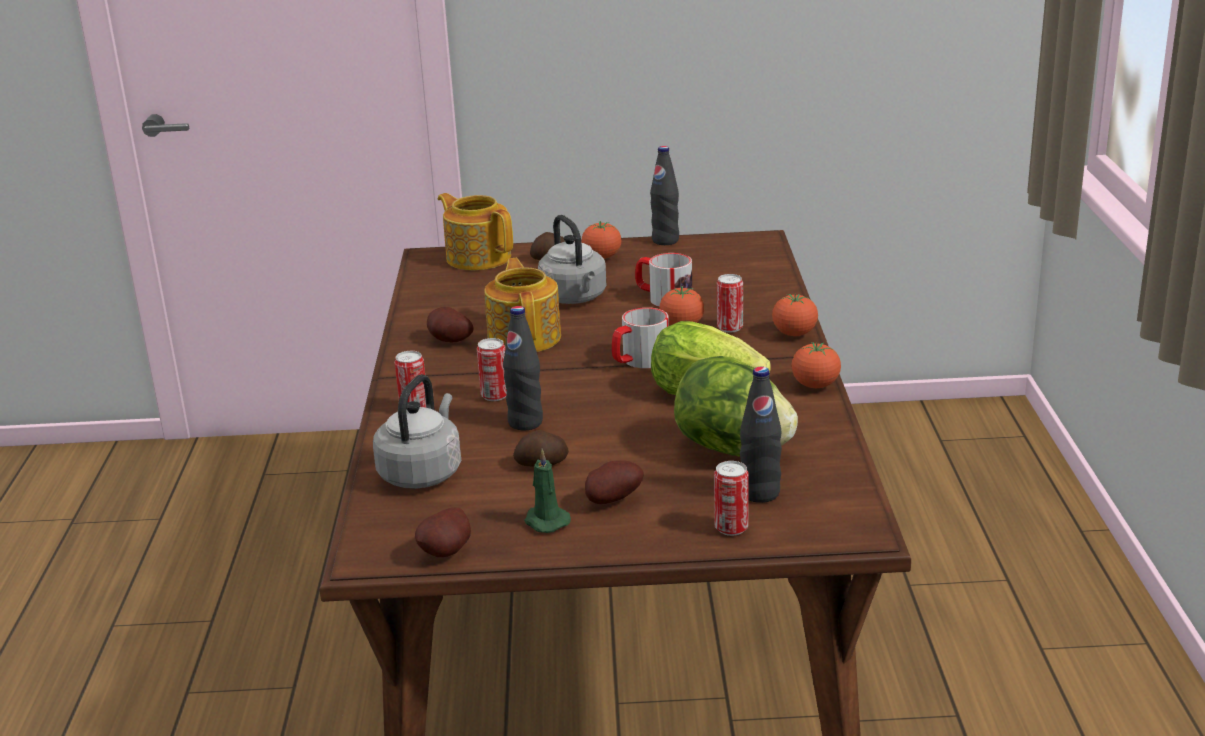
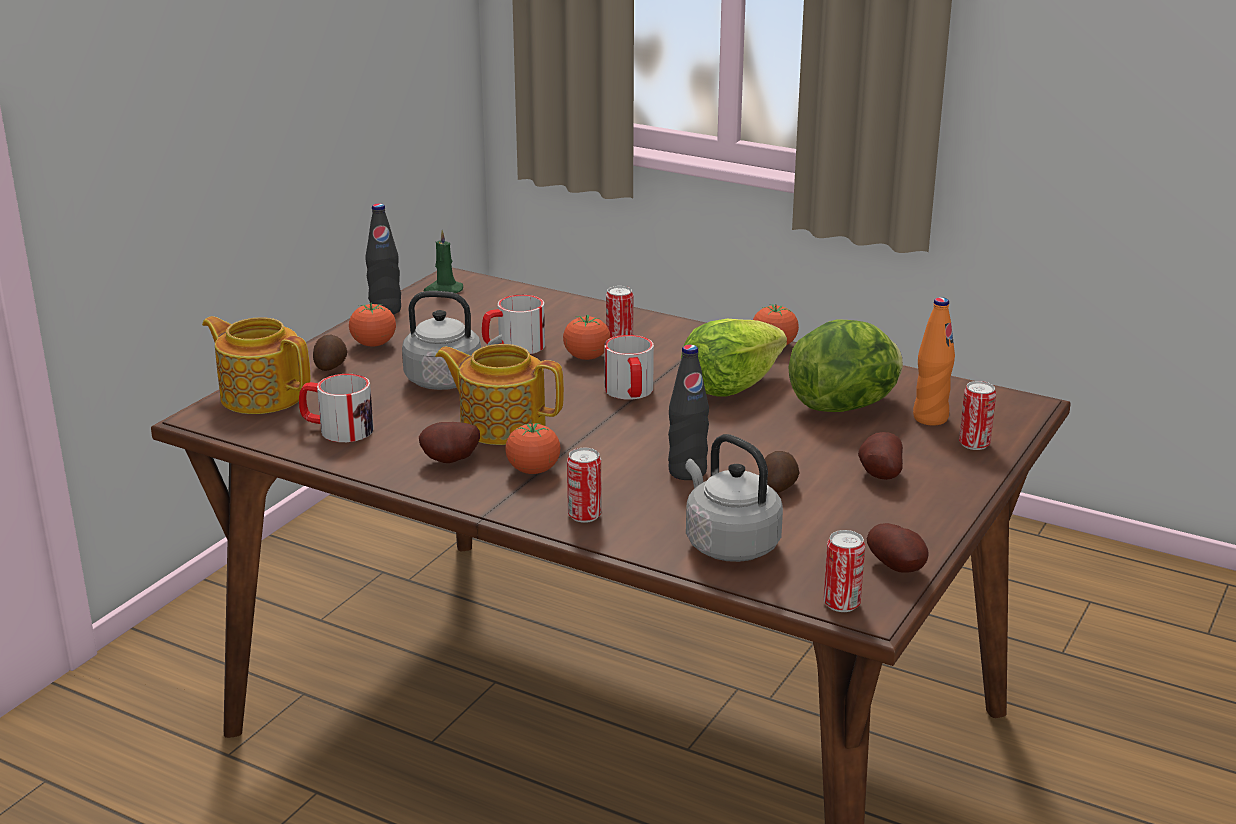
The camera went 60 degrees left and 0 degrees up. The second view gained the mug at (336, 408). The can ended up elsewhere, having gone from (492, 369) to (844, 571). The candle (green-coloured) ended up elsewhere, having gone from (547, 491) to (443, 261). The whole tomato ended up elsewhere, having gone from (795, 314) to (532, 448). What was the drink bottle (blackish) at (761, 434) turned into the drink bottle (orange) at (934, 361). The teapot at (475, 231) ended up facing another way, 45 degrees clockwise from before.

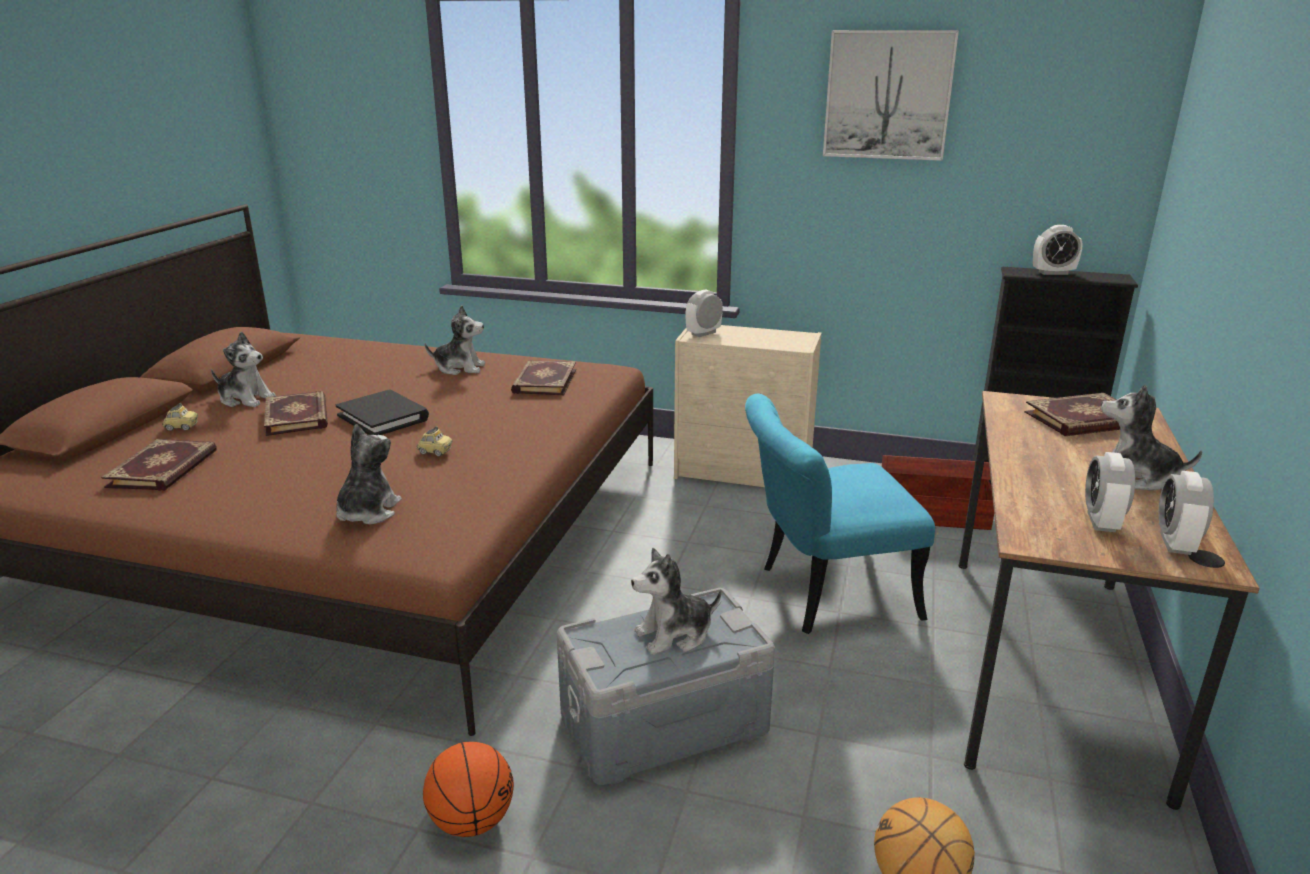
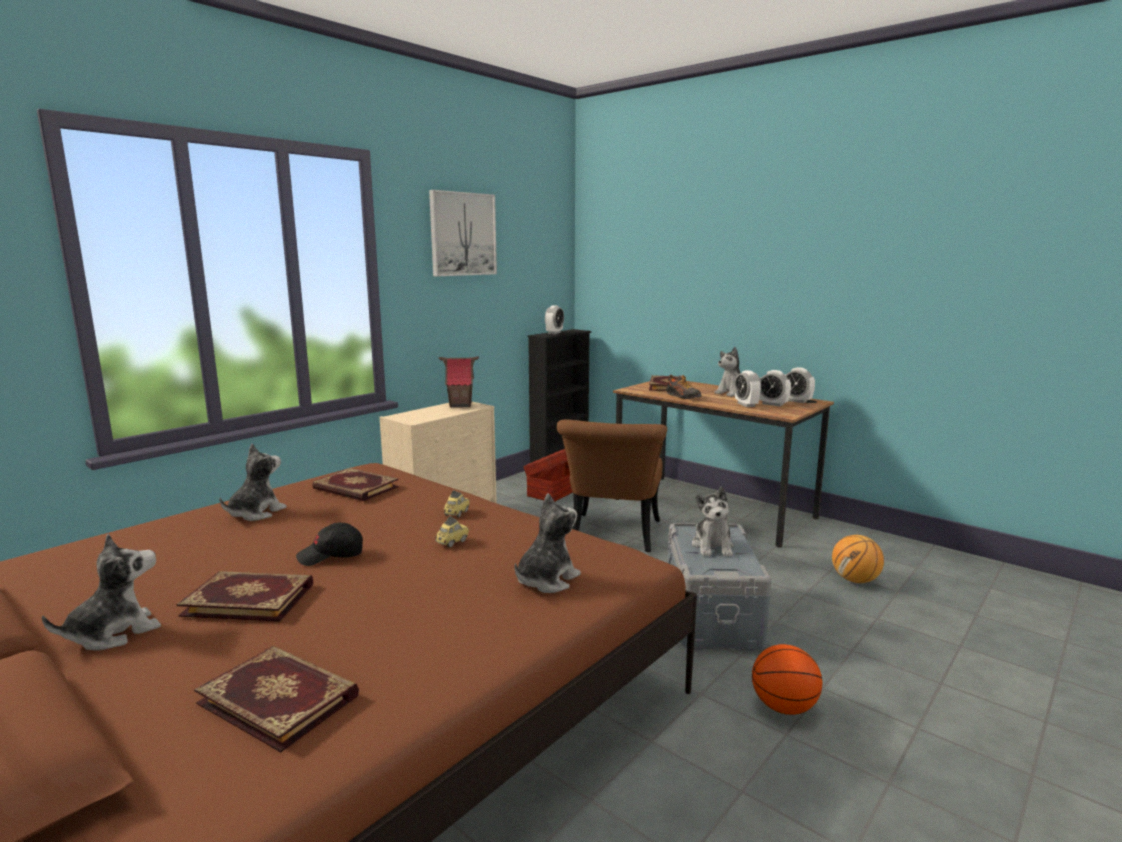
The camera went 65 degrees left and 10 degrees down. The second view gained the miniature house at (459, 382). The second view gained the shoe at (684, 387). The miniature car ended up elsewhere, having gone from (180, 417) to (457, 504). The table clock ended up elsewhere, having gone from (704, 313) to (747, 388). Where the bound book (blackish) stood at (382, 412), the cap (blackish) came to stand at (329, 544). What was the plain chair (turquoise-coloured) at (840, 514) turned into the plain chair (brown-coloured) at (612, 485). The cuddly toy at (369, 474) ended up facing another way, 90 degrees clockwise from before.

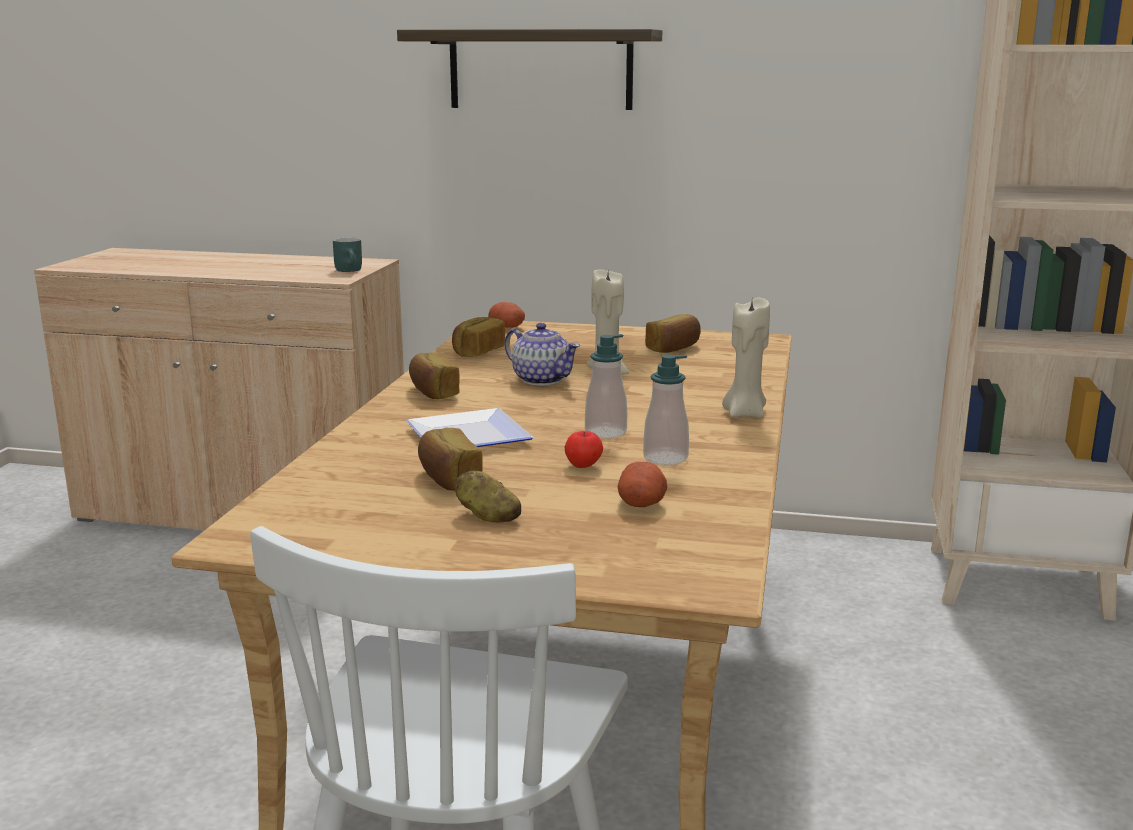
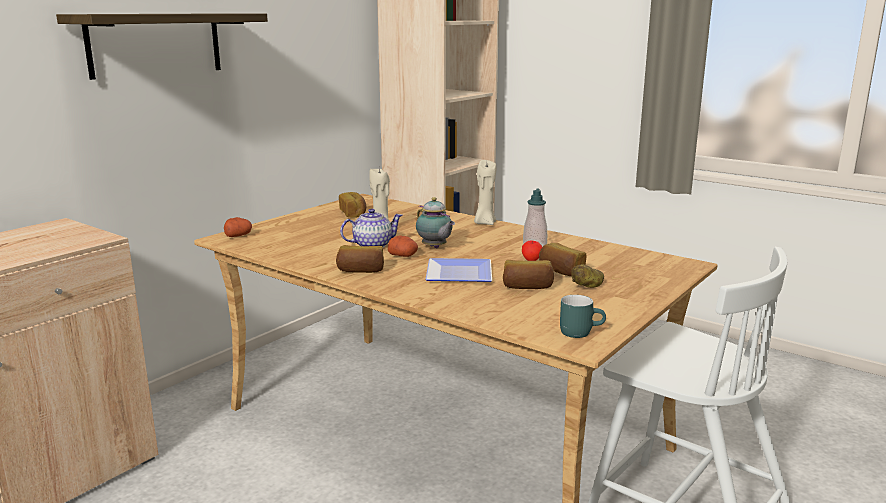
The camera went 65 degrees left and 0 degrees up. The second view lost the soap bottle at (606, 386). The second view gained the teapot at (435, 222). The mug (turquoise-coloured) ended up elsewhere, having gone from (347, 254) to (583, 316). The baked bread ended up elsewhere, having gone from (478, 337) to (563, 259). The whole potato ended up elsewhere, having gone from (642, 484) to (403, 246).

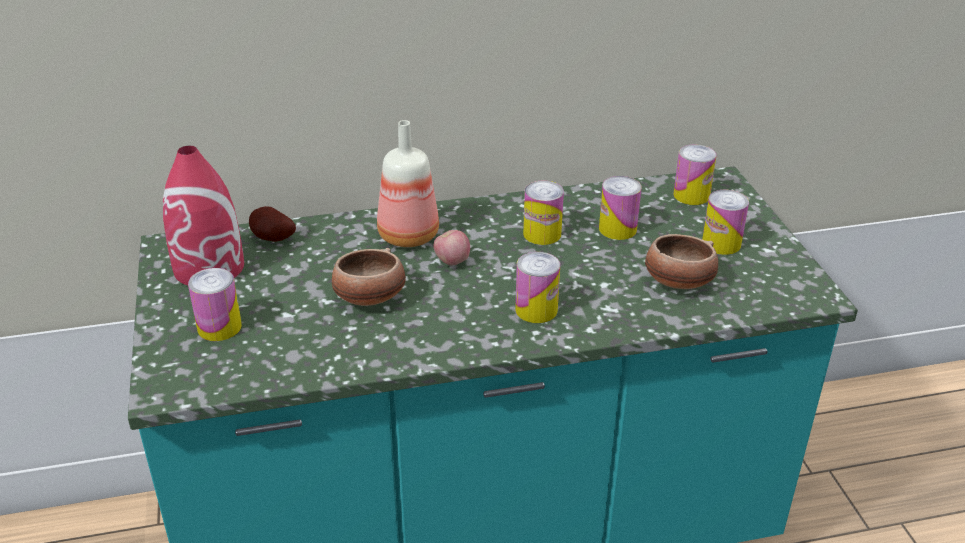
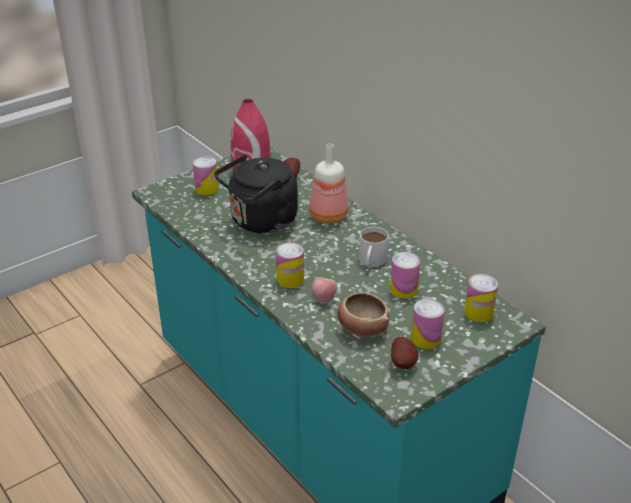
The camera went 65 degrees right and 0 degrees up. The second view gained the whole potato at (405, 353). The whole apple ended up elsewhere, having gone from (451, 247) to (324, 290). Where the deep dish stood at (369, 277), the tea kettle (blackish) came to stand at (256, 193). Where the can stood at (543, 213), the mug (white-coloured) came to stand at (374, 247).

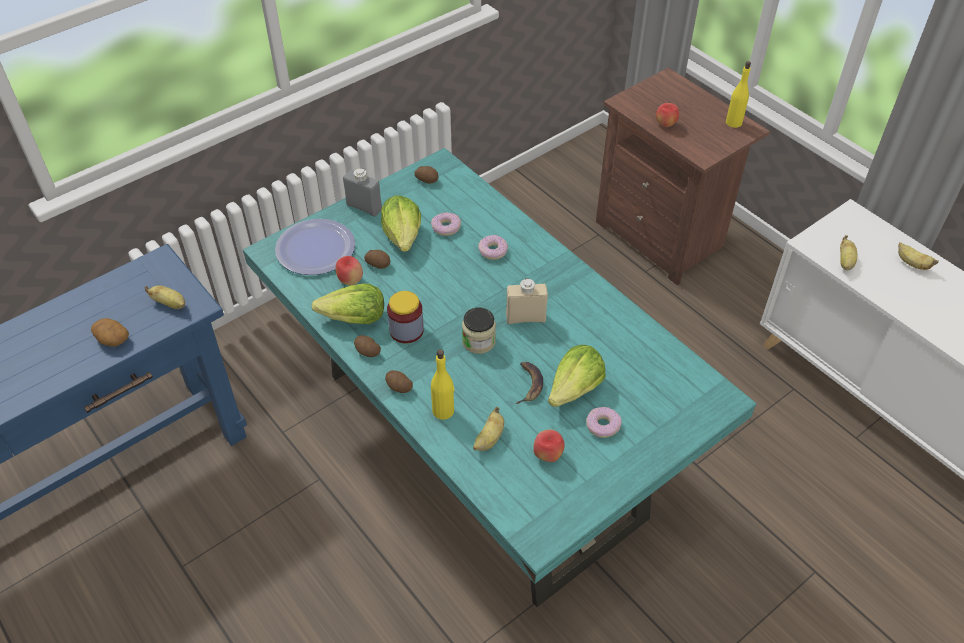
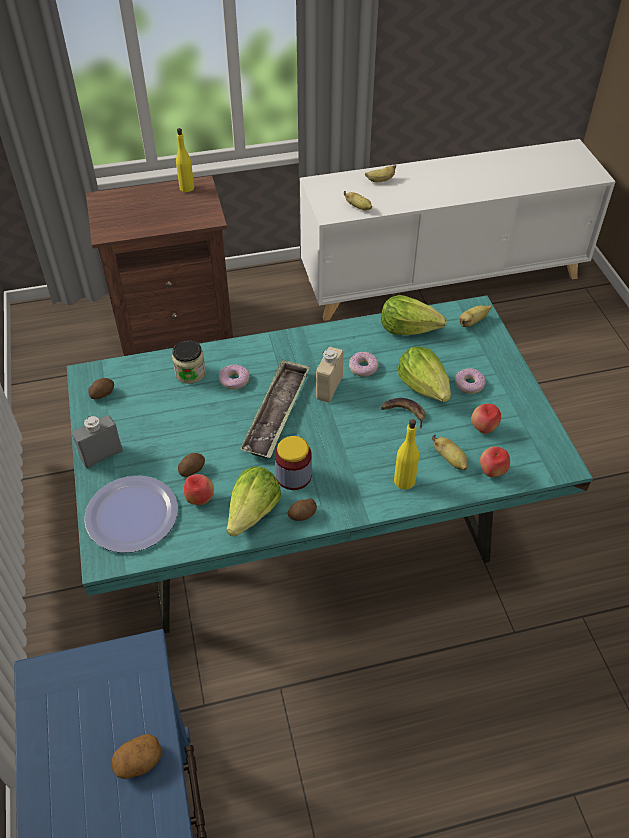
The camera went 65 degrees left and 0 degrees up. The second view lost the whole potato at (399, 381). The second view gained the tray at (275, 409). The whole banana ended up elsewhere, having gone from (165, 297) to (475, 316). The head of lettuce ended up elsewhere, having gone from (401, 223) to (414, 315). The doughnut ended up elsewhere, having gone from (446, 224) to (364, 364). The storage jar ended up elsewhere, having gone from (479, 330) to (189, 362). The whole apple ended up elsewhere, having gone from (667, 115) to (495, 461).

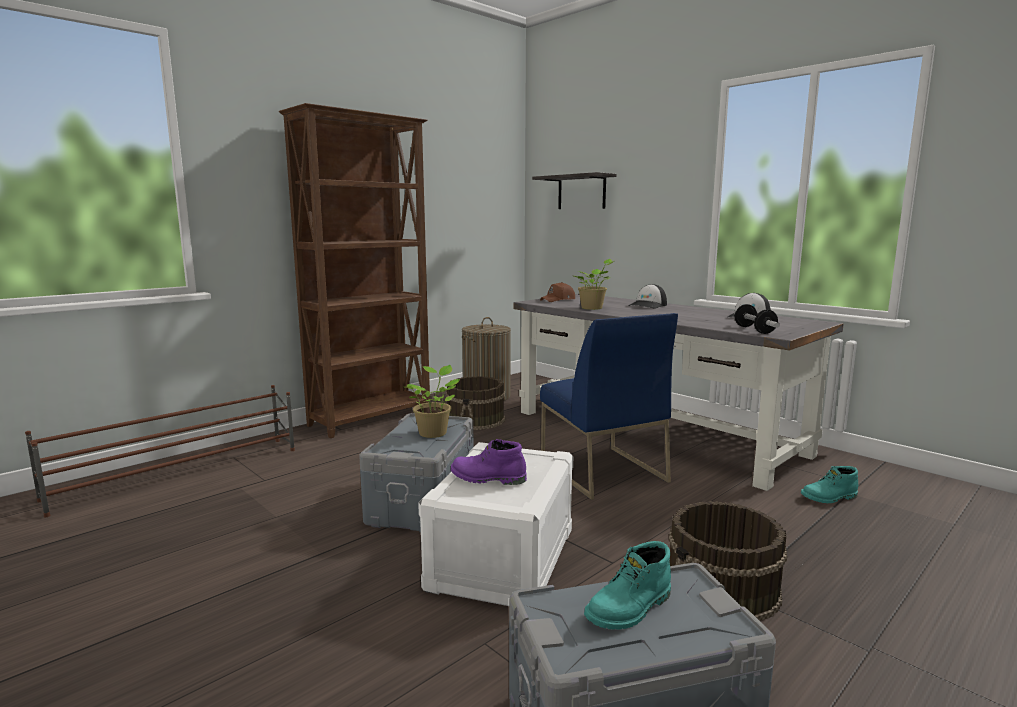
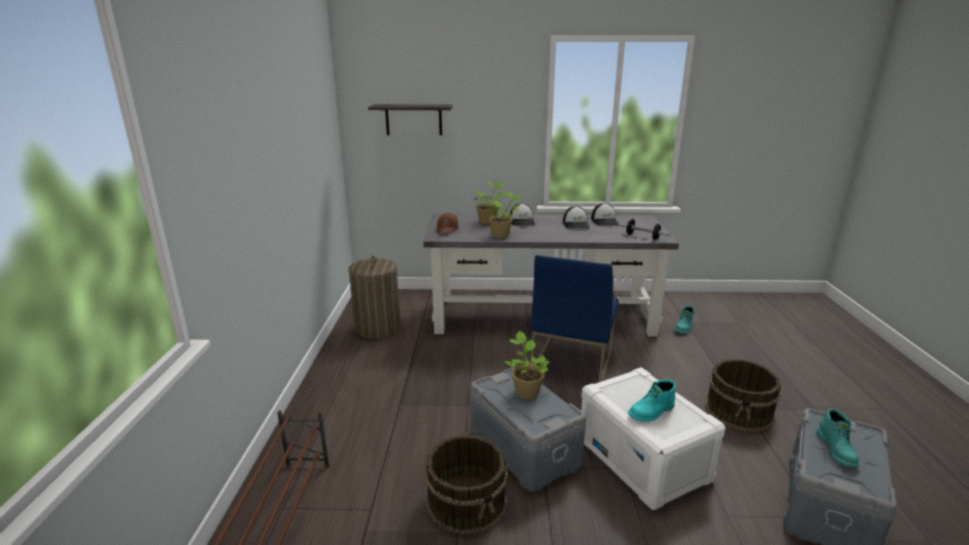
The camera went 45 degrees left and 10 degrees up. The second view lost the bookcase (brown-coloured) at (354, 270). The second view gained the plant in a pot at (489, 202). The second view gained the cap at (576, 217). The water bucket (brown-coloured) ended up elsewhere, having gone from (475, 403) to (466, 485). What was the high-top boot (purple-coloured) at (489, 462) turned into the high-top boot (turquoise-coloured) at (652, 400). The plain chair (blue-coloured) at (609, 406) ended up facing another way, 90 degrees clockwise from before.

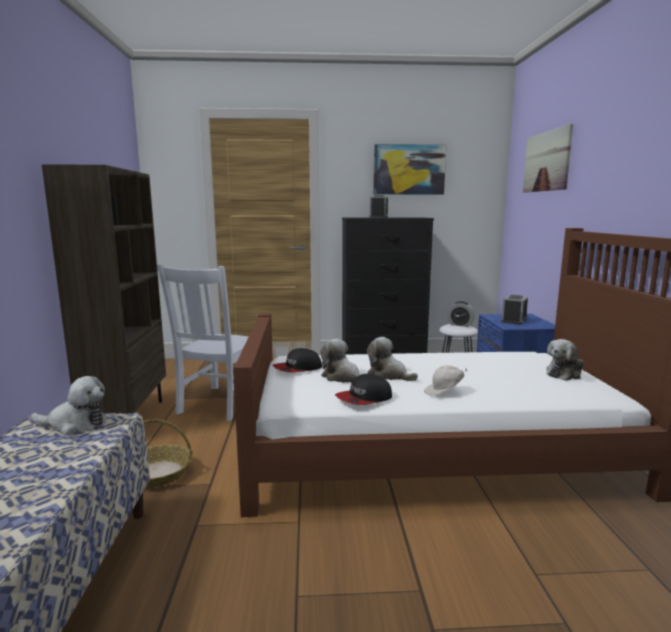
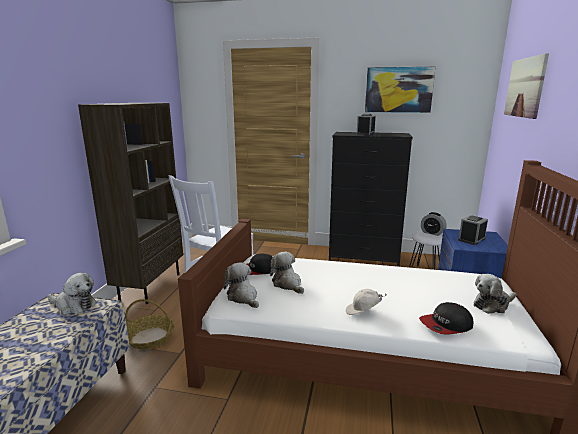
The camera went 15 degrees right and 5 degrees up. The cap ended up elsewhere, having gone from (363, 389) to (446, 318). The cuddly toy ended up elsewhere, having gone from (392, 359) to (241, 285).

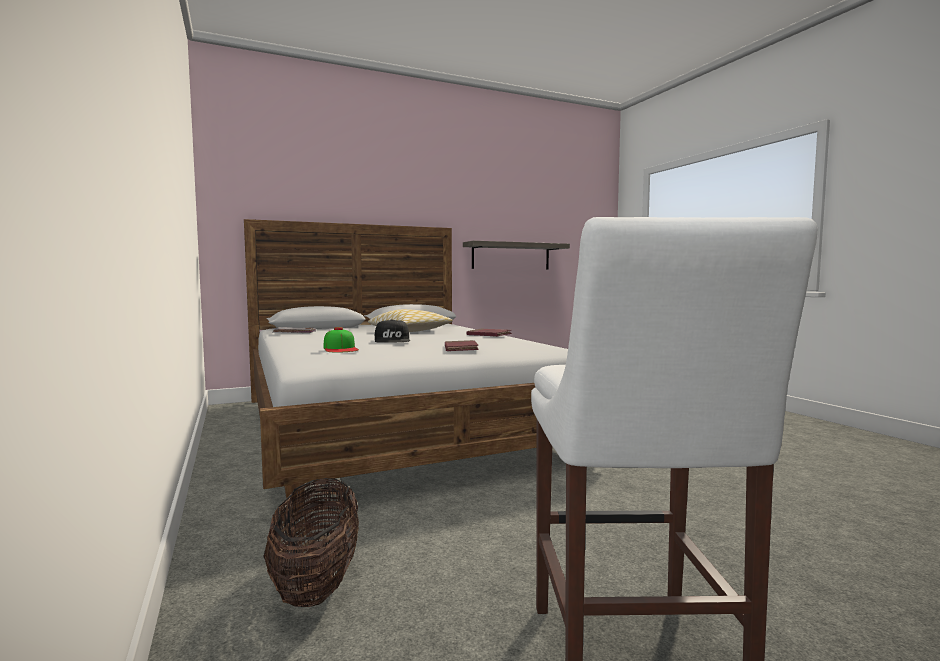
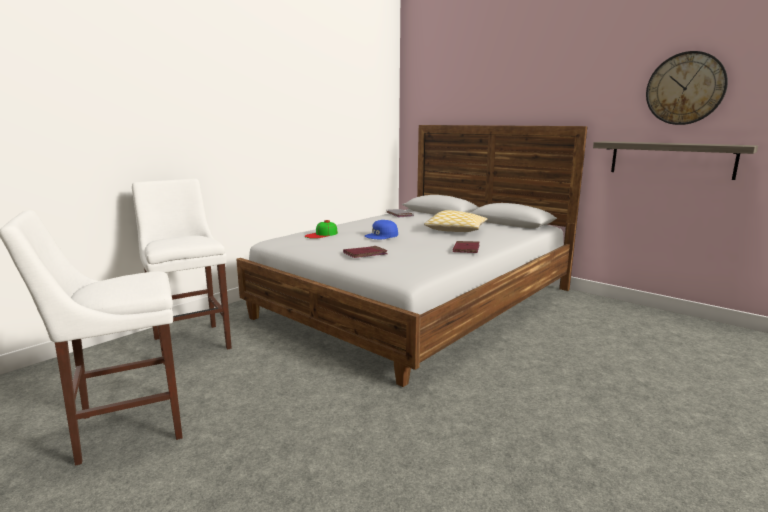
The camera went 65 degrees right and 10 degrees up. The second view gained the hanging clock at (687, 88). Where the basket stood at (311, 542), the stool seat (white-coloured) came to stand at (182, 272). What was the cap (blackish) at (392, 331) turned into the cap (blue-coloured) at (381, 229).

